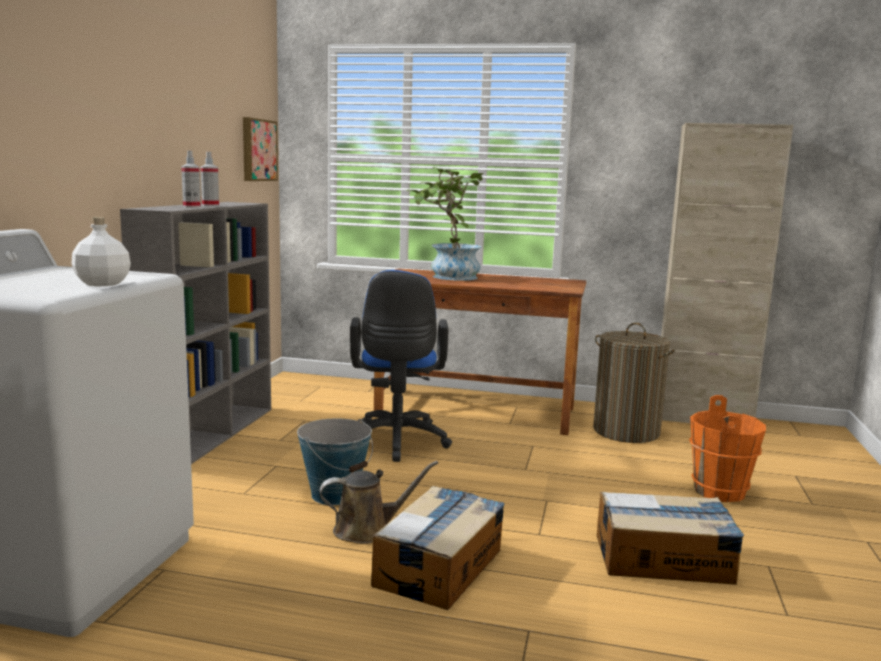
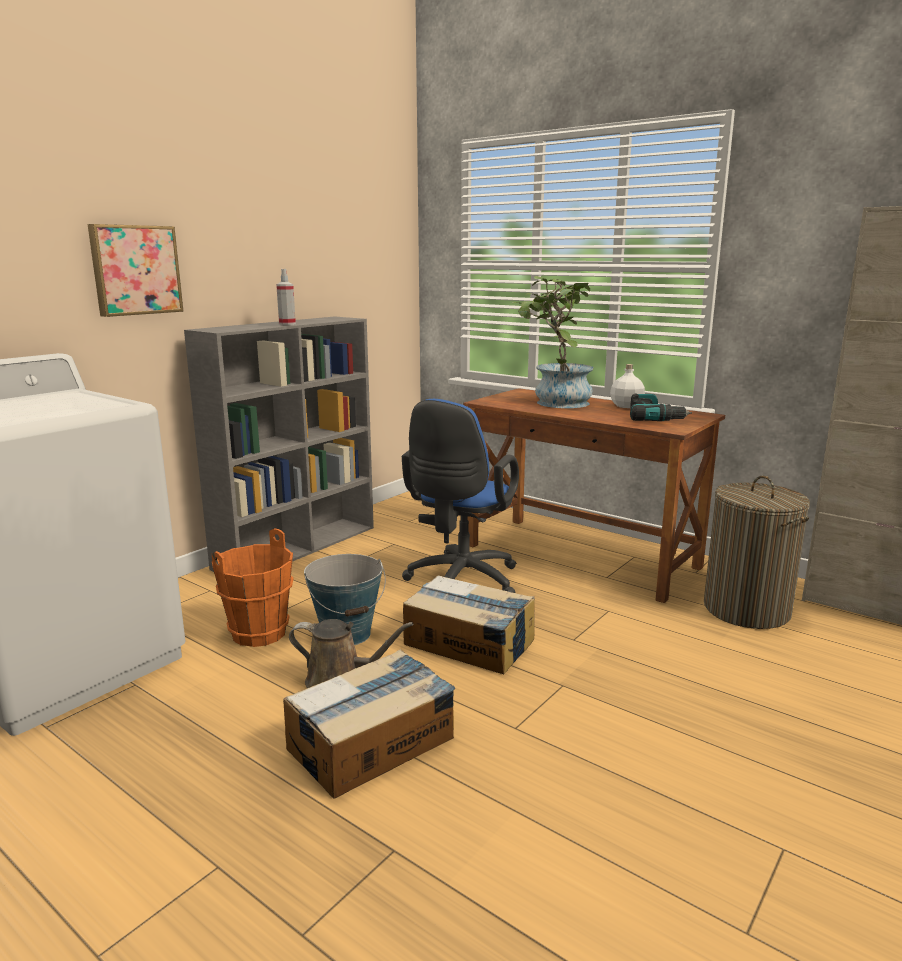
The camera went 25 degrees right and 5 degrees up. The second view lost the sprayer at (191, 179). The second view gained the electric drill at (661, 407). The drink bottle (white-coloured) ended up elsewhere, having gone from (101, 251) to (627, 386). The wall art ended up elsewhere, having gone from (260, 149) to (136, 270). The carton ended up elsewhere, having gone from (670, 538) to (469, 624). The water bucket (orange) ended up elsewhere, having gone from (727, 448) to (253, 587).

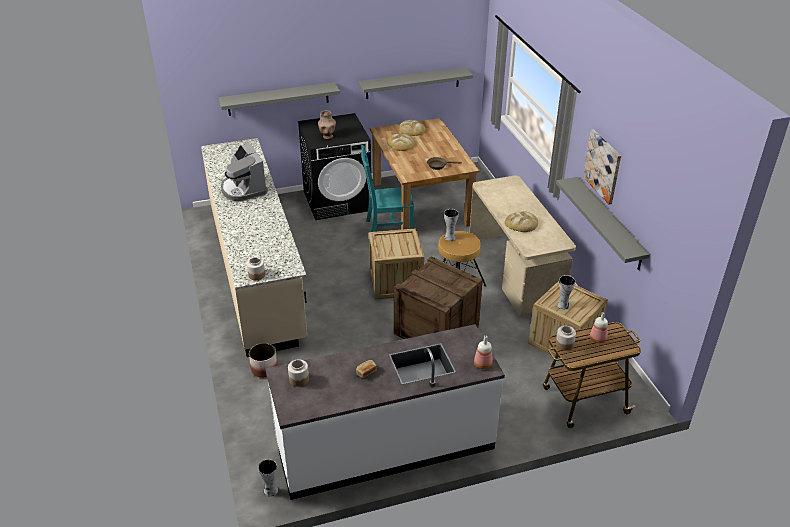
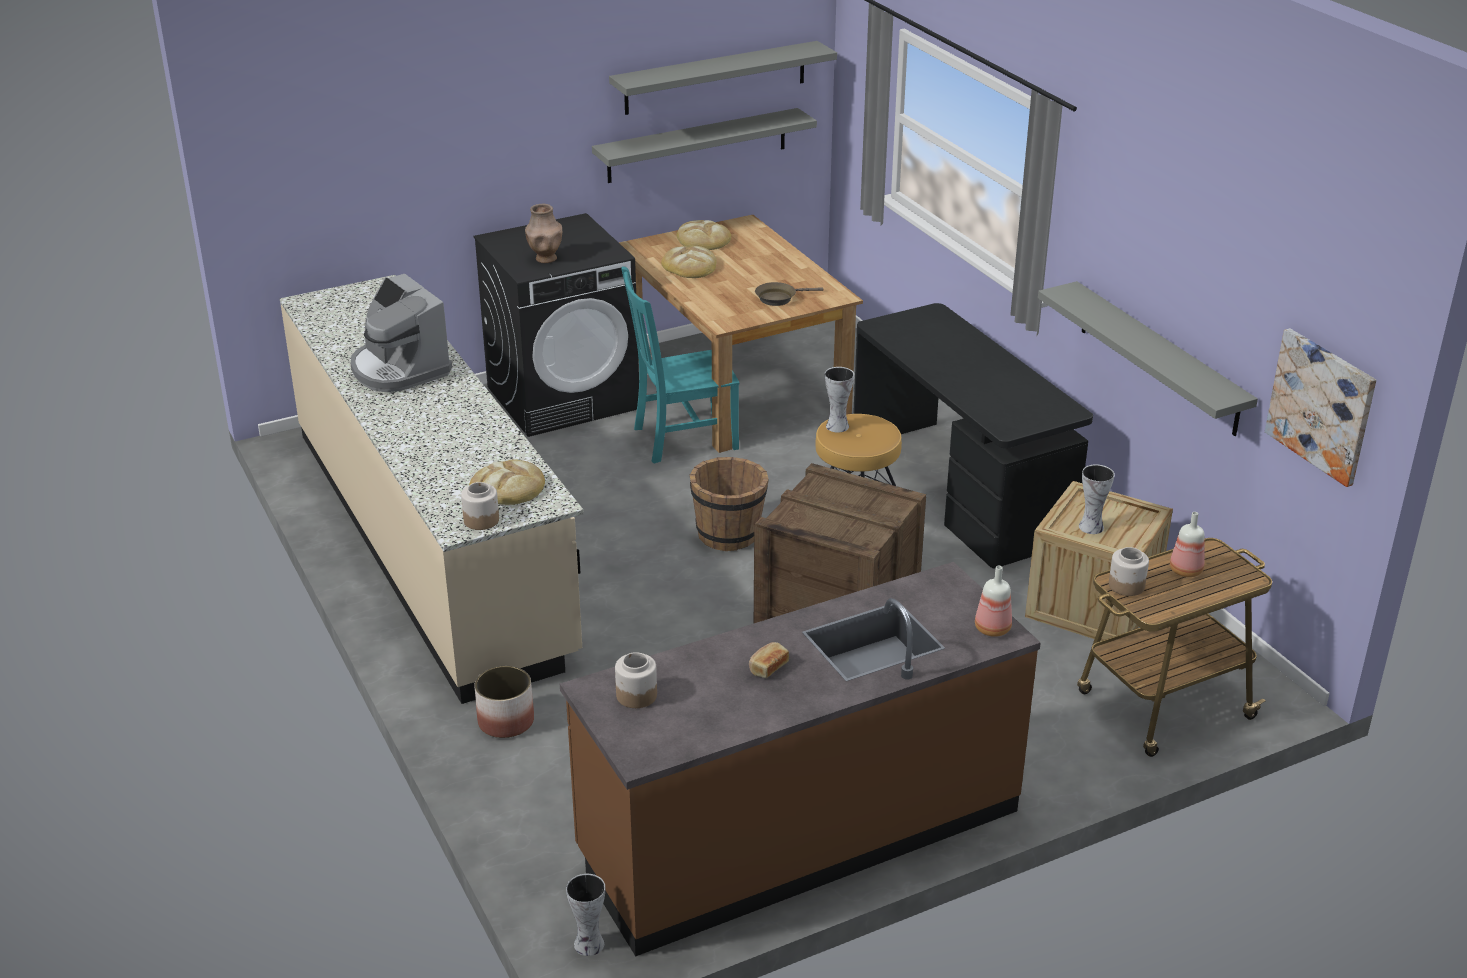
The camera went 10 degrees left and 5 degrees down. The bracket shelf (greyish) ended up elsewhere, having gone from (279, 99) to (723, 78). The baked bread ended up elsewhere, having gone from (521, 221) to (507, 482). The wall art ended up elsewhere, having gone from (602, 167) to (1320, 407). Where the shipping crate stood at (396, 264), the water bucket (brown-coloured) came to stand at (729, 504). What was the kitchen base unit (white-coloured) at (385, 412) turned into the kitchen base unit (brown-coloured) at (800, 759). What was the desk (sand-coloured) at (523, 245) turned into the desk (blackish) at (973, 435).

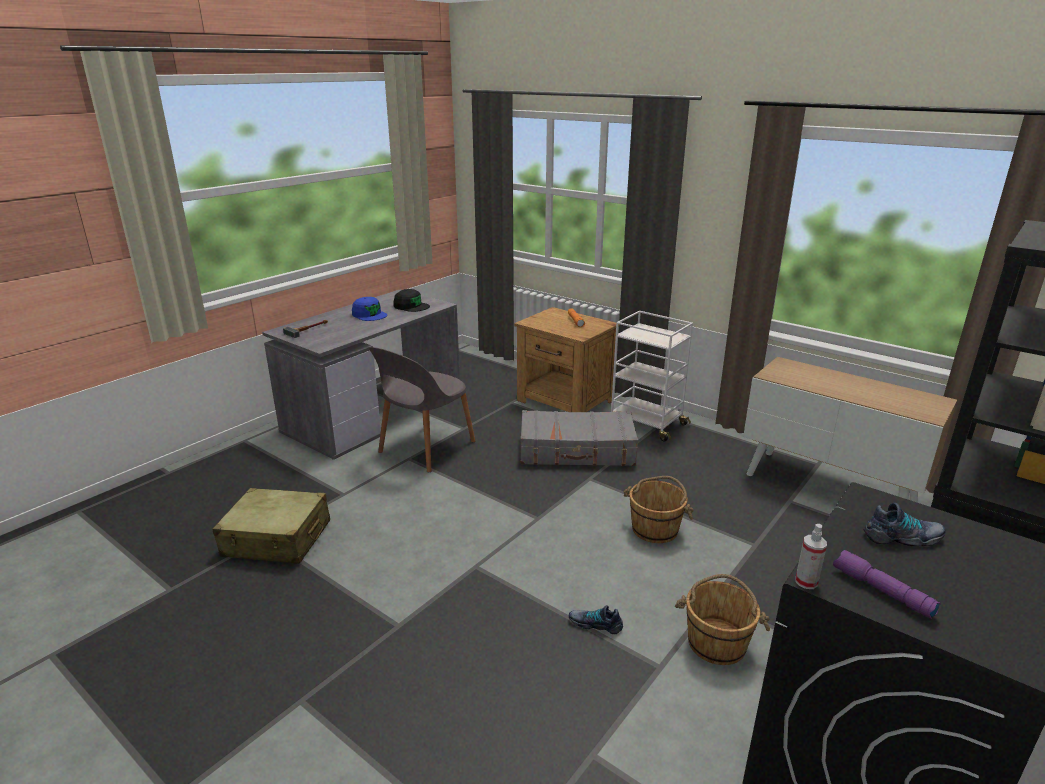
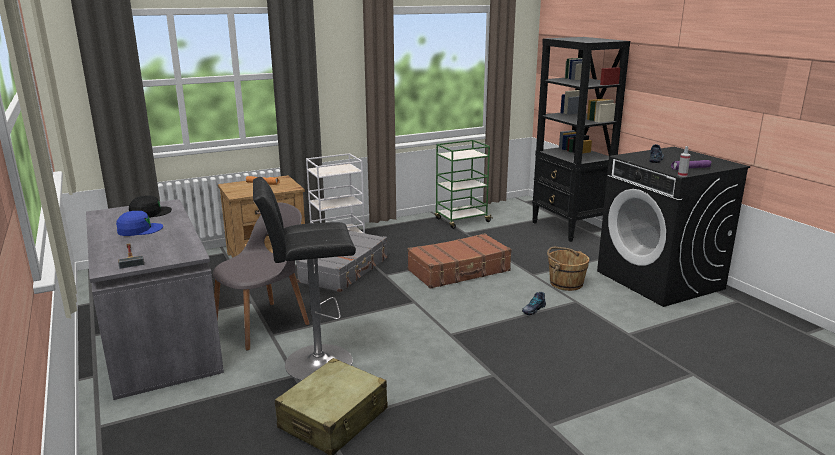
The camera went 65 degrees left and 5 degrees down. The second view gained the stool seat (blackish) at (304, 279). Where the water bucket (brown-coloured) stood at (658, 509), the suitcase (brown-coloured) came to stand at (459, 261). Where the storage cabinet stood at (850, 429), the trolley (green-coloured) came to stand at (464, 184). The plain chair (greyish) at (422, 409) ended up facing another way, 105 degrees counterclockwise from before.

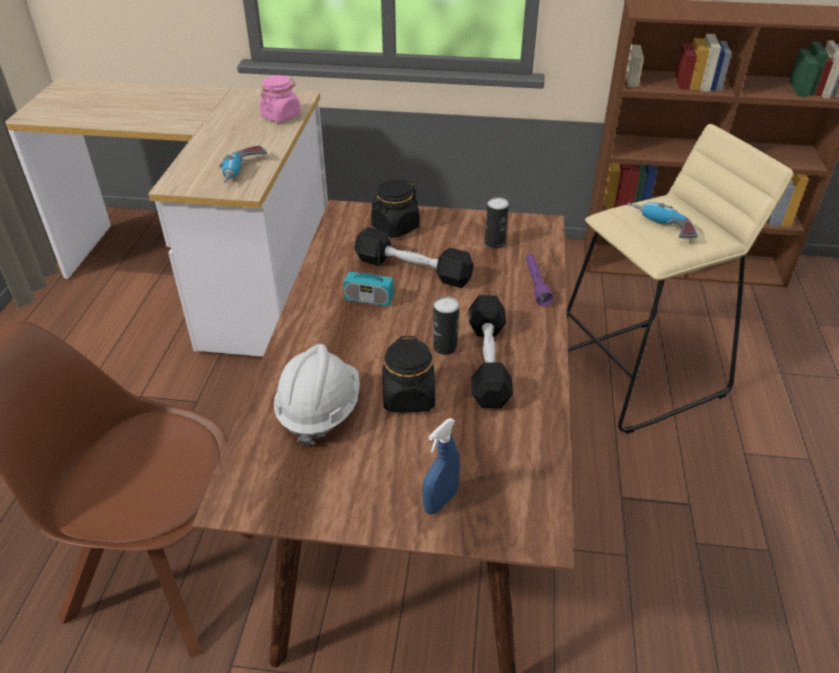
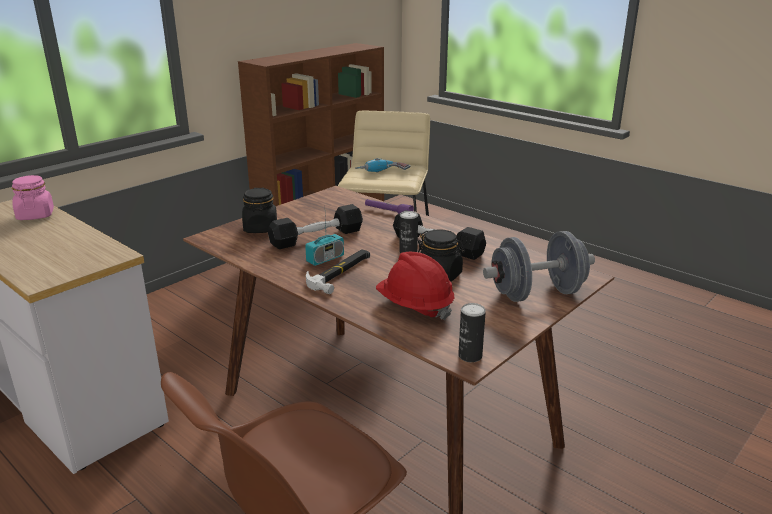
The camera went 55 degrees left and 15 degrees down. The second view lost the electric drill at (243, 164). The second view gained the tool hammer at (338, 272). The can ended up elsewhere, having gone from (497, 223) to (472, 332). Where the sprayer (blue-coloured) stood at (441, 466), the free weight (greyish) came to stand at (539, 266). What was the hard hat (white-coloured) at (317, 395) turned into the hard hat (red) at (415, 286).

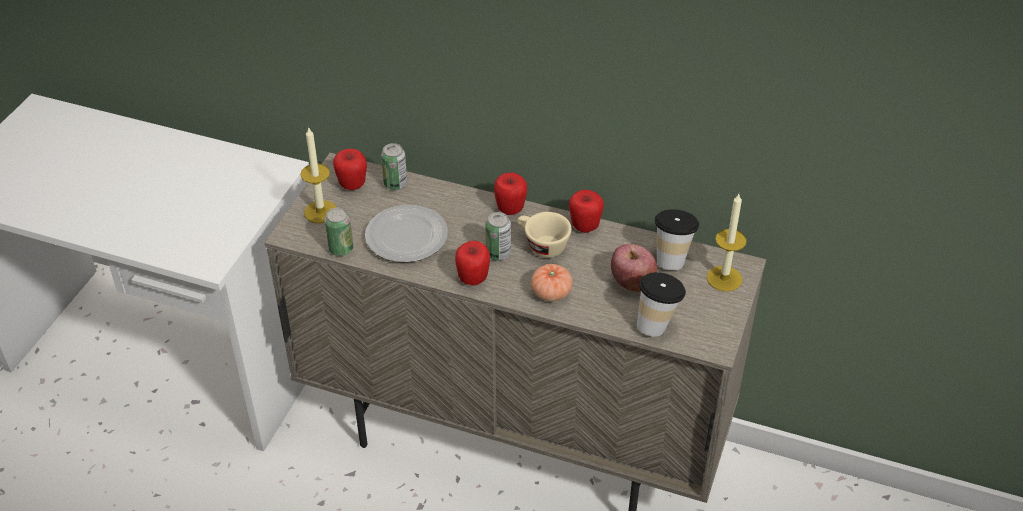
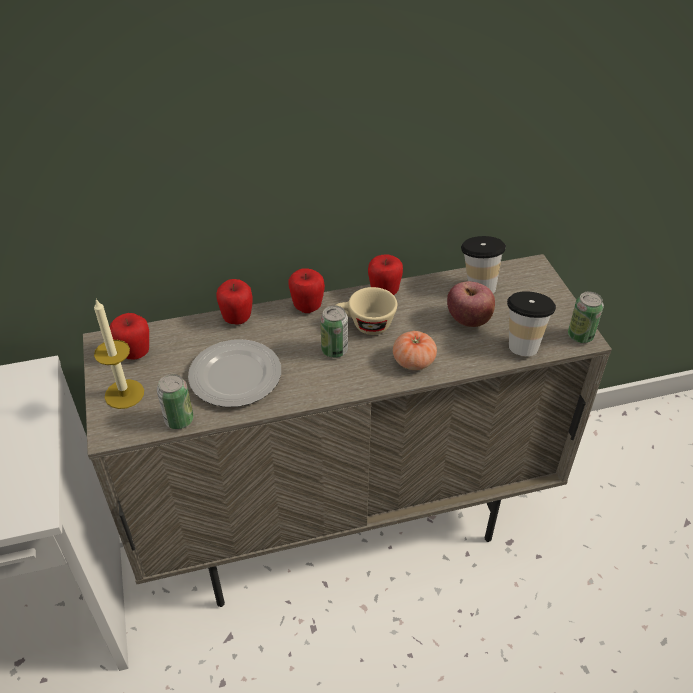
The camera went 35 degrees left and 0 degrees up. The second view lost the candle at (727, 243). The can ended up elsewhere, having gone from (394, 166) to (586, 317). The whole apple ended up elsewhere, having gone from (472, 263) to (234, 302).

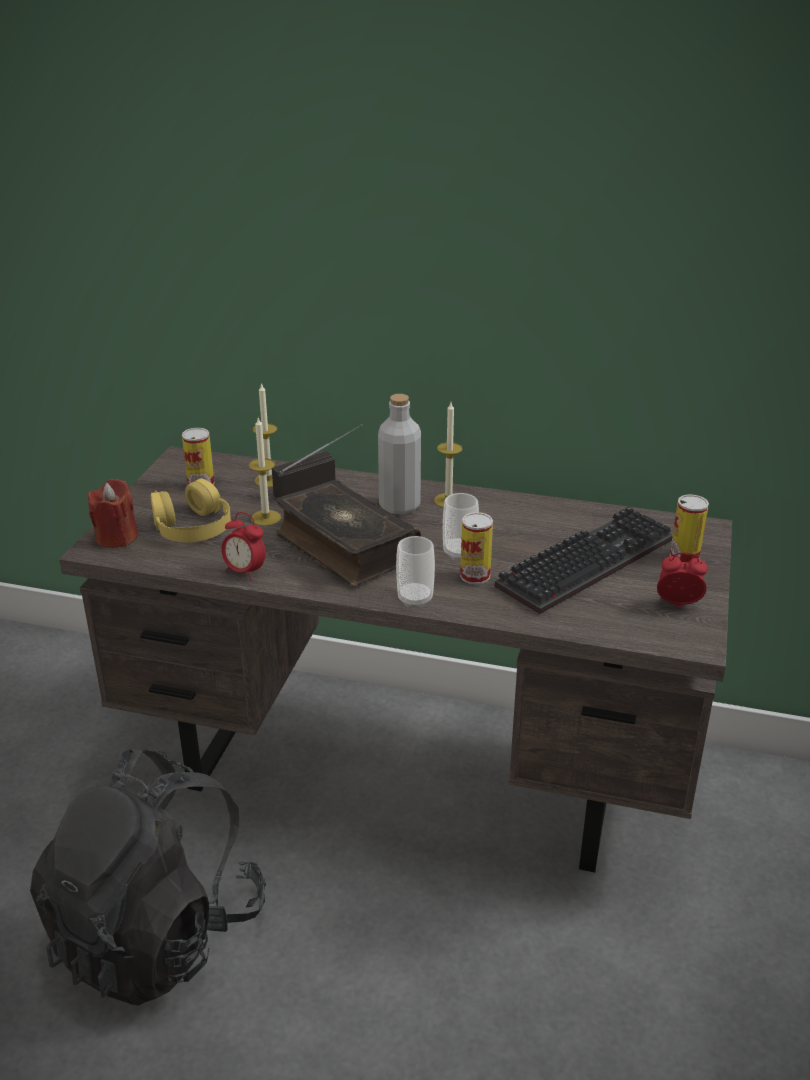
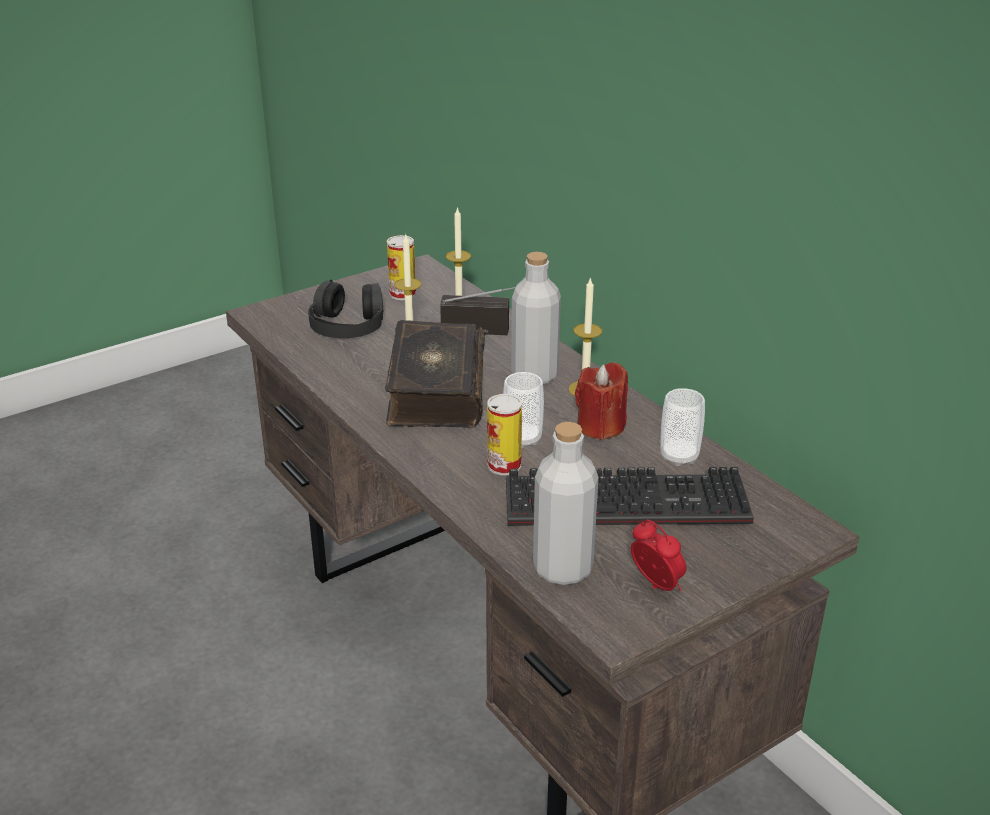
The camera went 40 degrees right and 0 degrees up. The second view lost the knapsack (blackish) at (148, 877). The second view lost the table clock at (243, 546). The second view lost the can at (689, 529). The second view gained the drink bottle (greyish) at (566, 503). The candle (red) ended up elsewhere, having gone from (112, 513) to (601, 401). The drinking cup ended up elsewhere, having gone from (415, 571) to (682, 427). What was the pair of headphones (yellowish) at (191, 510) turned into the pair of headphones (blackish) at (345, 309).

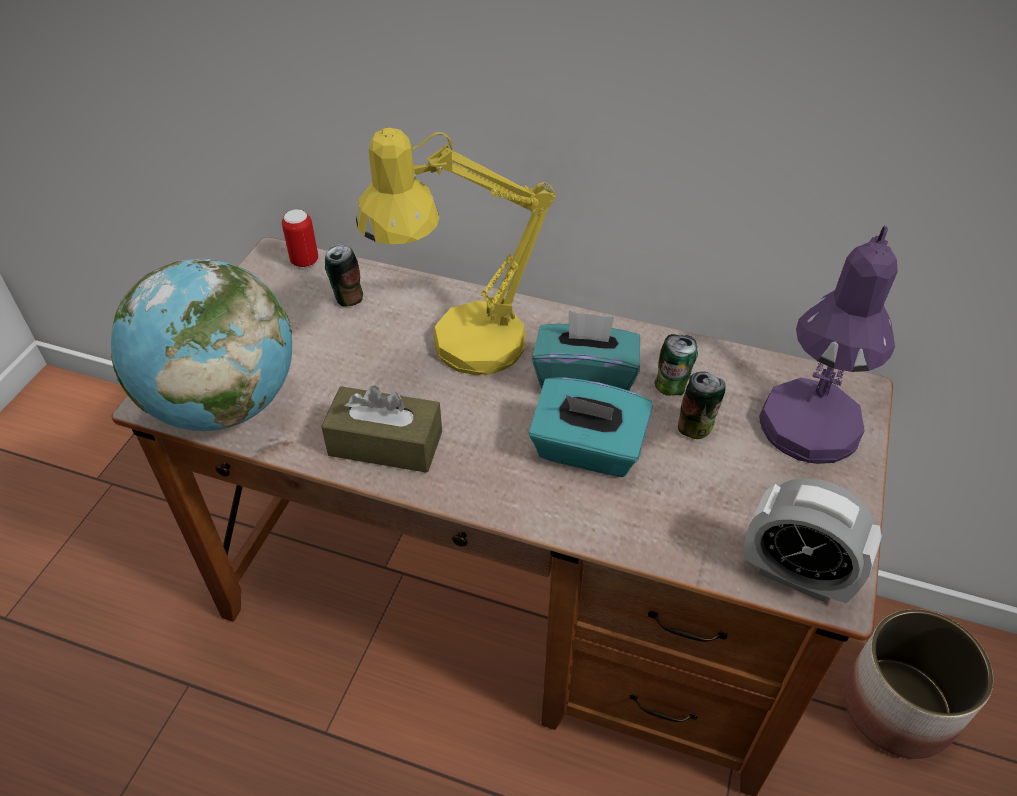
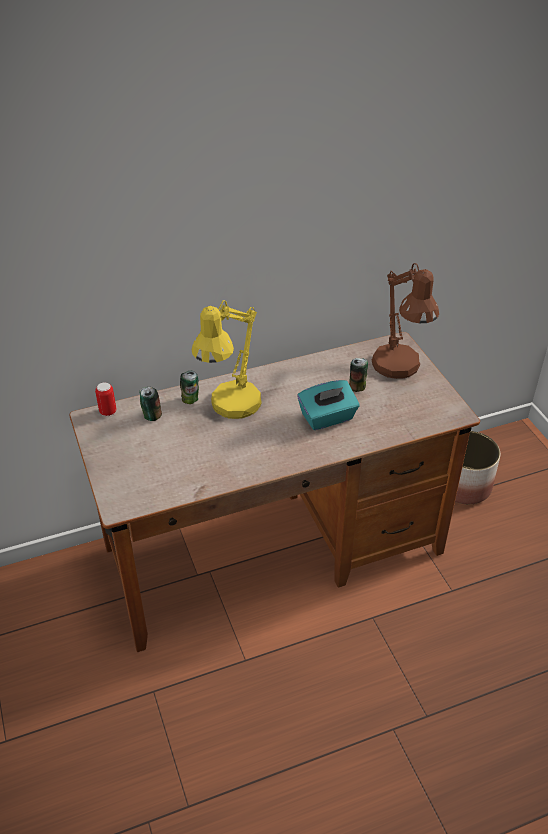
The camera went 40 degrees left and 5 degrees down. The second view lost the desk globe at (201, 345). The second view lost the box of tissues (brown-coloured) at (381, 429). The second view lost the box of tissues (turquoise-coloured) at (586, 350). The second view lost the table clock at (813, 540). The can ended up elsewhere, having gone from (676, 365) to (189, 387). What was the tabletop lamp (purple-coloured) at (828, 345) turned into the tabletop lamp (brown-coloured) at (405, 321).

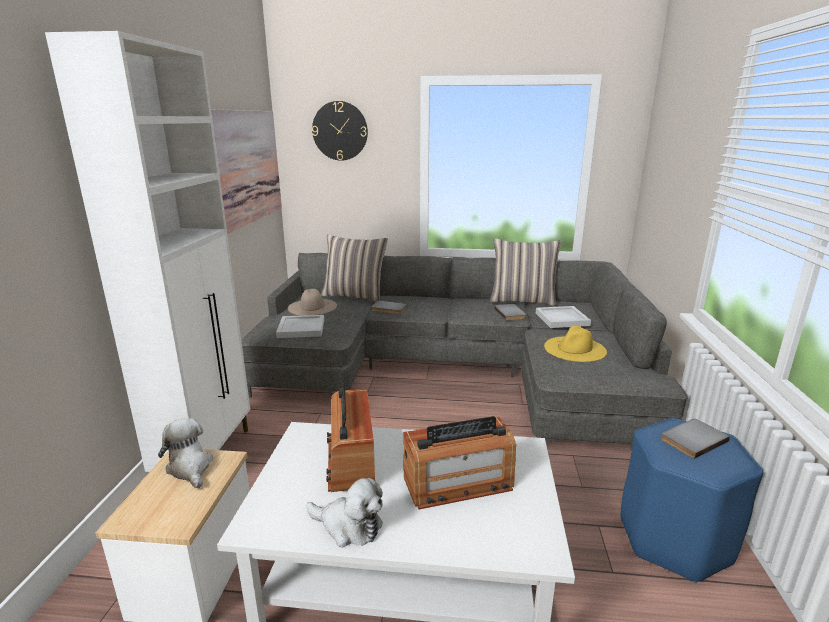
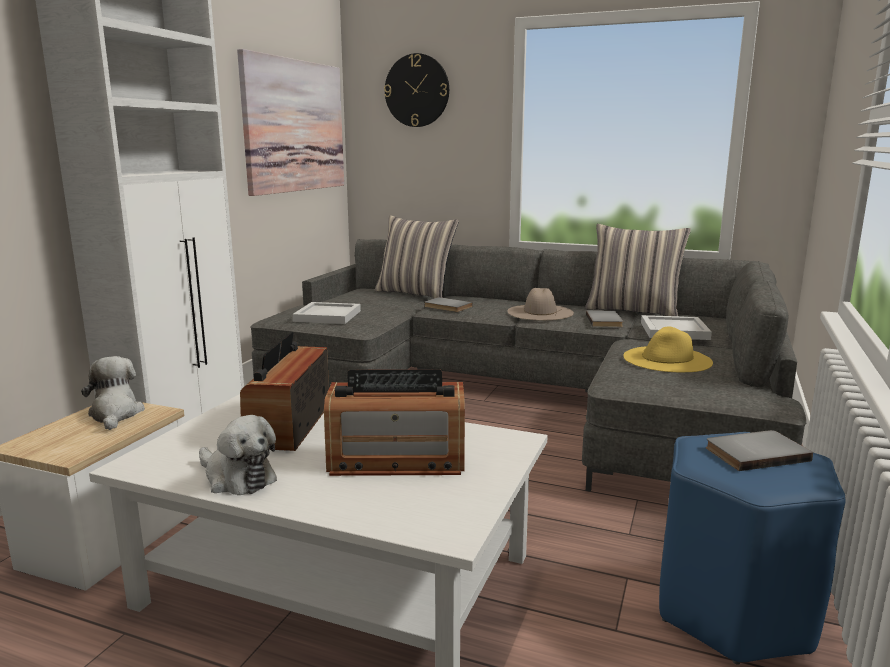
The camera went 15 degrees right and 5 degrees down. The wearable hat (sand-coloured) ended up elsewhere, having gone from (312, 302) to (540, 304).

